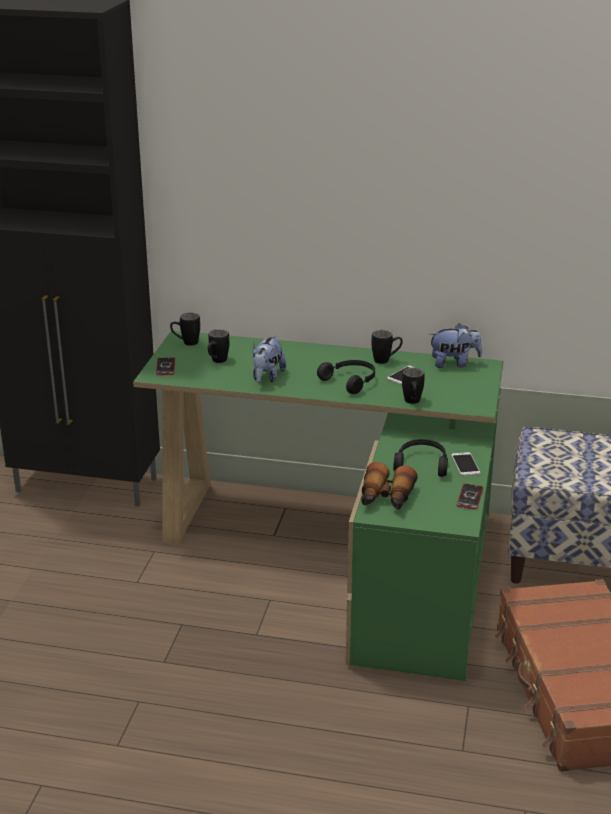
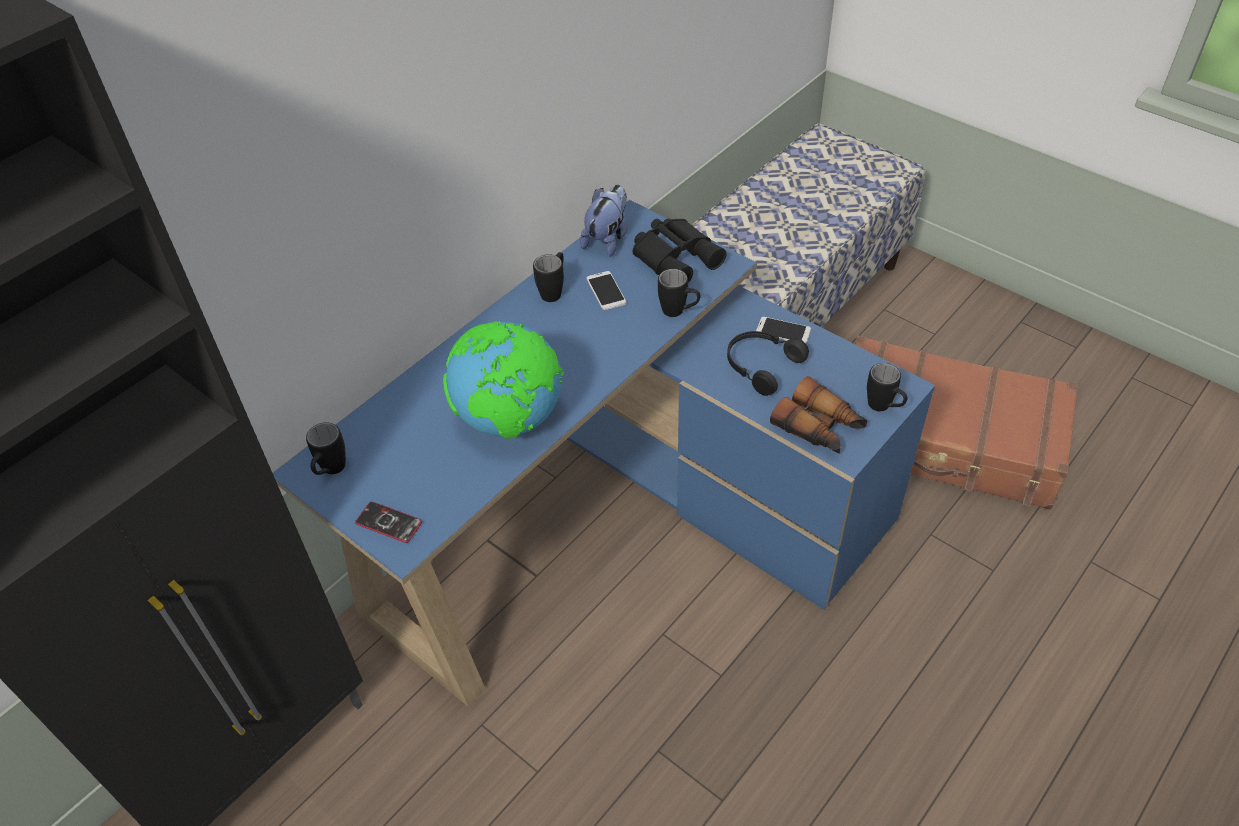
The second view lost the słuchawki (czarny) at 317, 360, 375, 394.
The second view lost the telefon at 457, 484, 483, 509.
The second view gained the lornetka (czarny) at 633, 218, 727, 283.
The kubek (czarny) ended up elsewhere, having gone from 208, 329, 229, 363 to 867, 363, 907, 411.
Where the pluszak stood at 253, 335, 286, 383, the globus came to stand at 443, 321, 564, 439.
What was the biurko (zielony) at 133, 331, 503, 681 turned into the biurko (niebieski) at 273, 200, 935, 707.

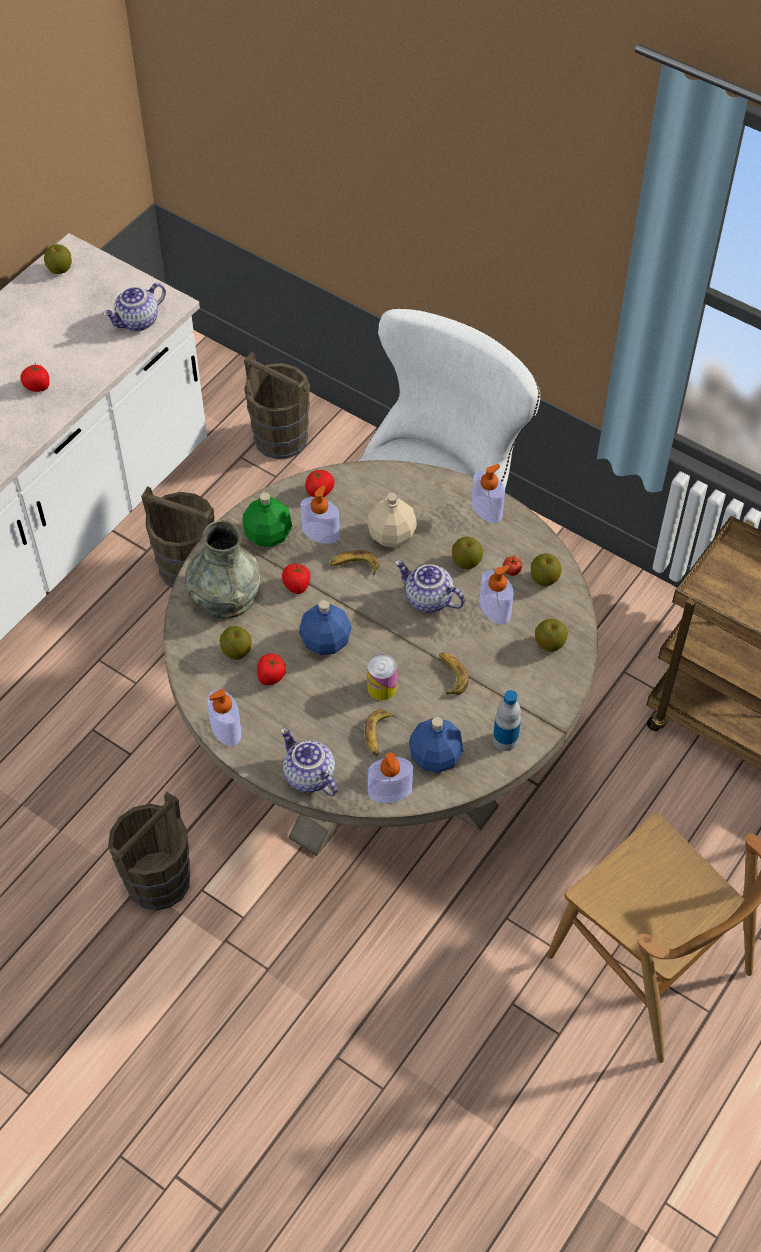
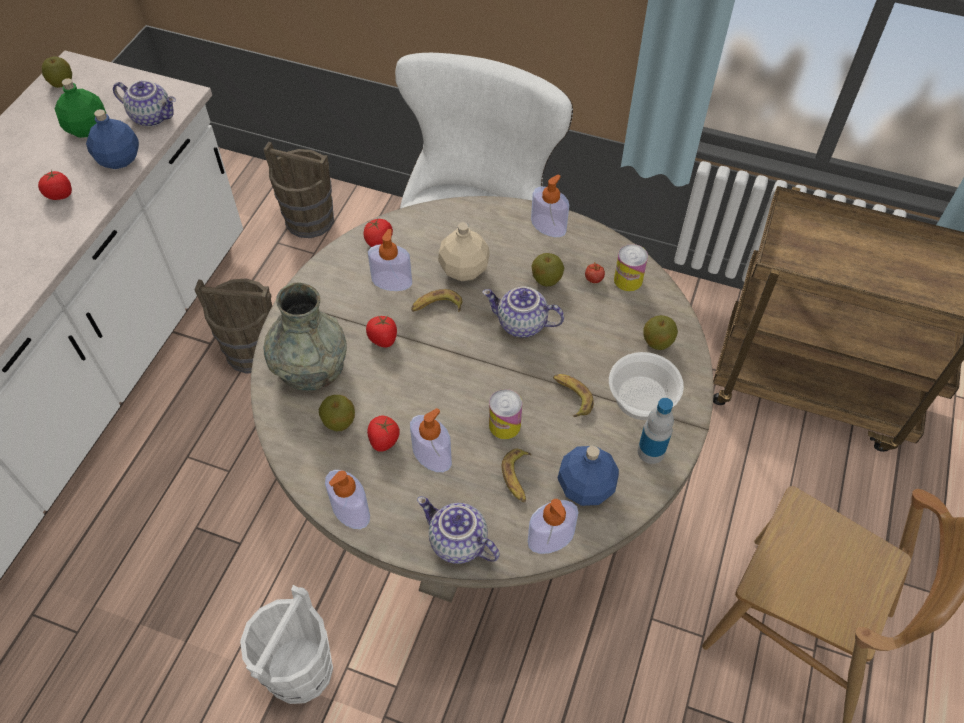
The second view gained the miska at 609, 352, 684, 420.
The butelka (zielony) ended up elsewhere, having gone from 242, 492, 292, 547 to 55, 78, 106, 138.
The butelka (niebieski) ended up elsewhere, having gone from 299, 600, 352, 655 to 86, 109, 139, 169.
The dozownik mydła ended up elsewhere, having gone from 479, 565, 514, 624 to 410, 408, 452, 472.
Where the jabłko stood at 531, 553, 562, 587, the puszka came to stand at 614, 244, 648, 291.
What was the wiadro (brązowy) at 108, 792, 190, 911 turned into the wiadro (biały) at 240, 585, 333, 704.
The imbryk at 103, 283, 166, 331 ended up facing another way, 105 degrees counterclockwise from before.

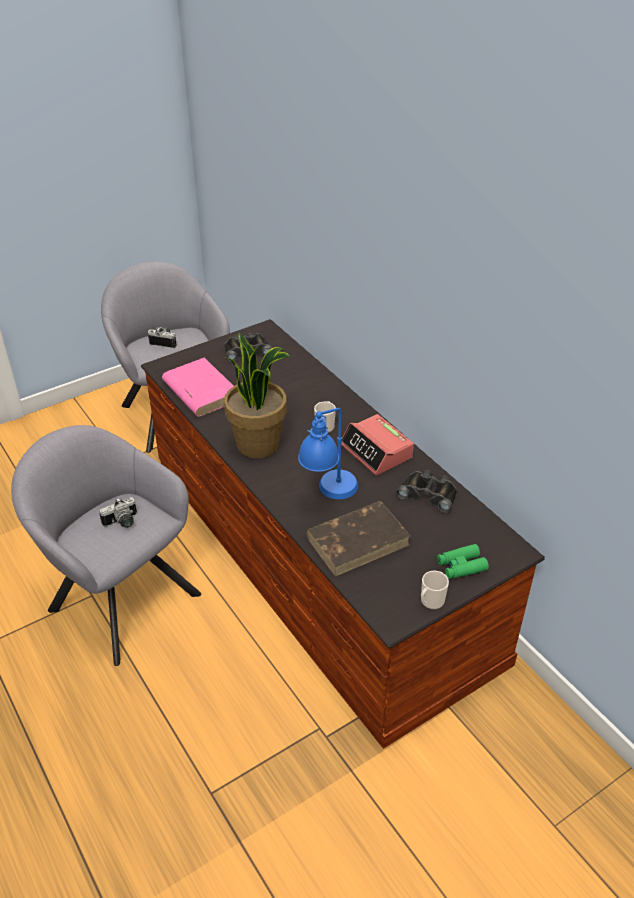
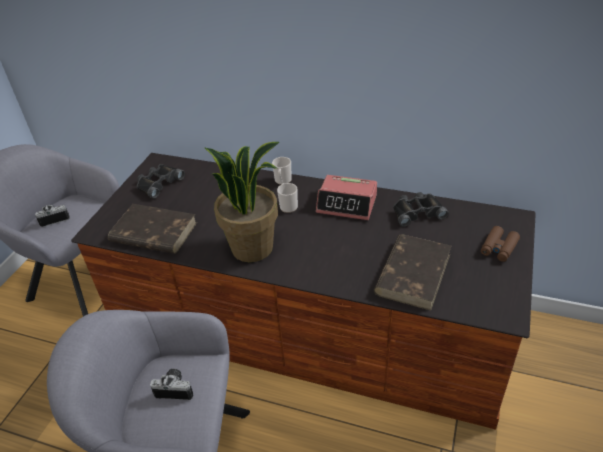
The second view lost the lampa stołowa (niebieski) at 298, 408, 358, 499.
The kubek ended up elsewhere, having gone from 421, 570, 449, 609 to 272, 157, 292, 185.
What was the książka (różowy) at 162, 357, 233, 417 turned into the książka (brązowy) at 108, 204, 197, 254.
What was the lornetka (zielony) at 437, 544, 489, 579 turned into the lornetka (brązowy) at 481, 226, 520, 262.
The aparat fotograficzny at 99, 497, 137, 528 ended up facing another way, 105 degrees counterclockwise from before.

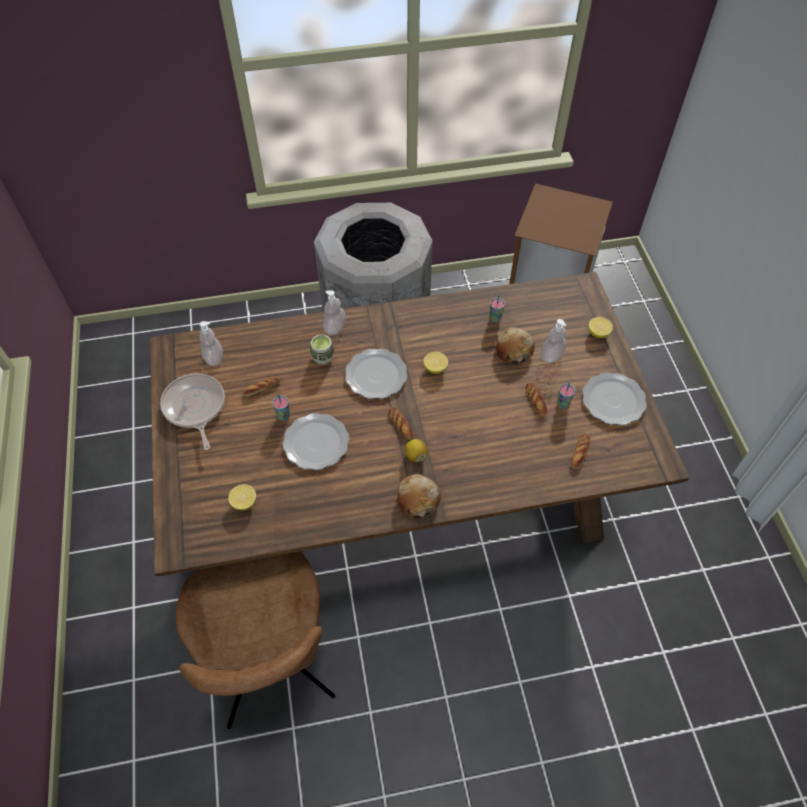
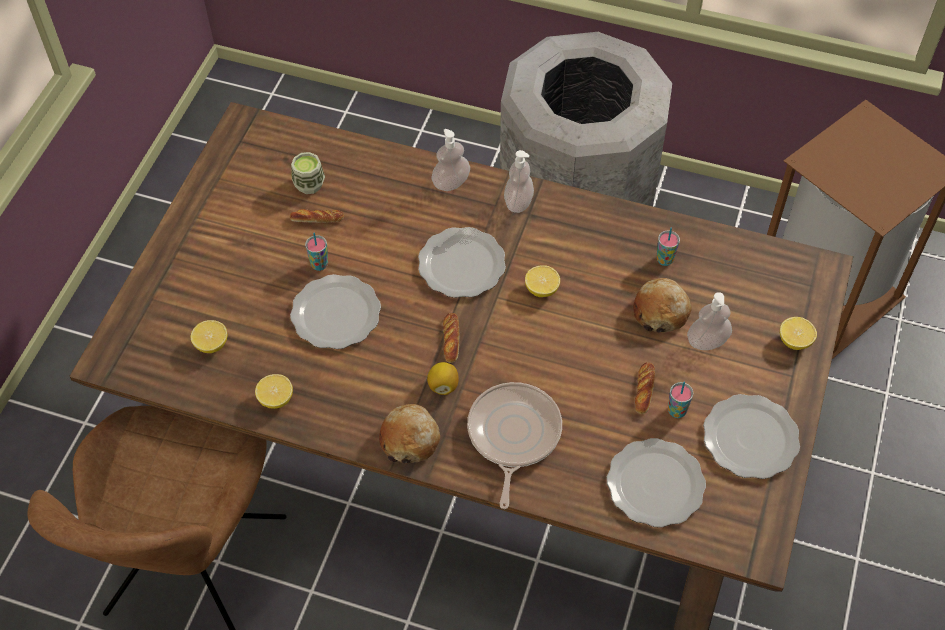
The second view gained the cytryna at 255, 374, 293, 409.
The patelnia ended up elsewhere, having gone from 160, 373, 225, 450 to 467, 382, 562, 509.
The dozownik mydła ended up elsewhere, having gone from 200, 321, 223, 366 to 504, 150, 534, 213.
The filiżanka ended up elsewhere, having gone from 310, 335, 335, 365 to 291, 152, 325, 194.
Where the chleb stood at 571, 434, 590, 469, the talerz came to stand at 607, 438, 706, 528.

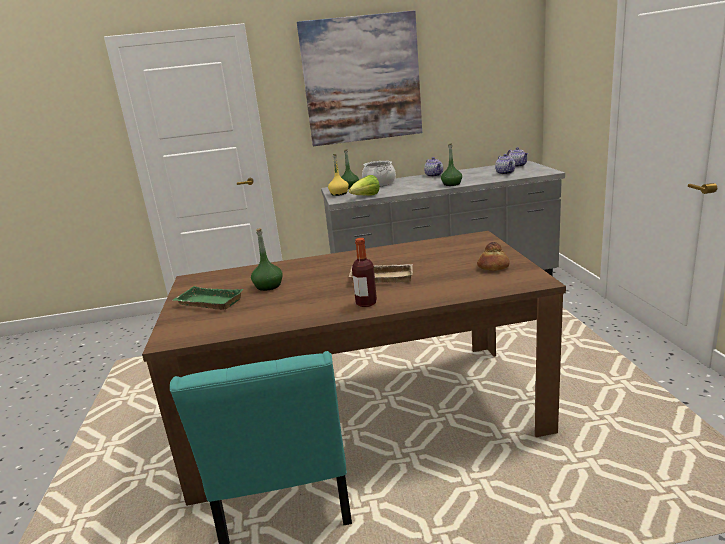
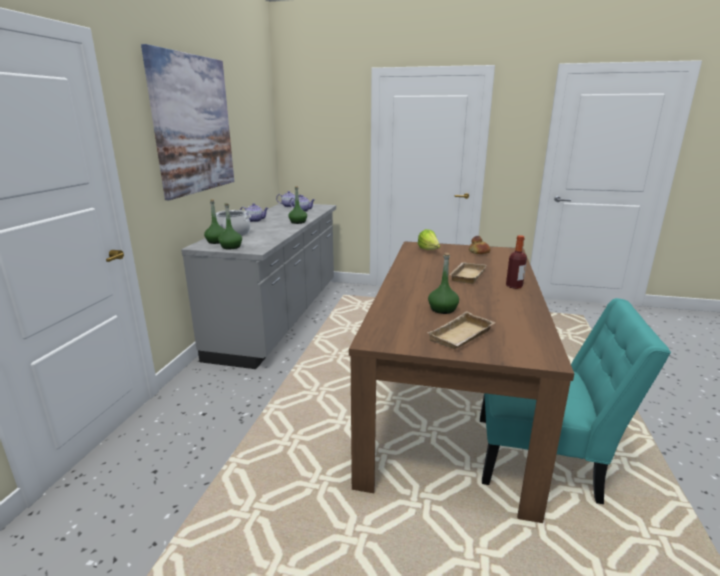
The sałata ended up elsewhere, having gone from 349, 175, 380, 196 to 417, 229, 441, 250.
What was the taca (zielony) at 173, 286, 243, 310 turned into the taca (beżowy) at 428, 311, 495, 349.
What was the butelka (żółty) at 328, 154, 349, 196 turned into the butelka (zielony) at 218, 204, 242, 249.

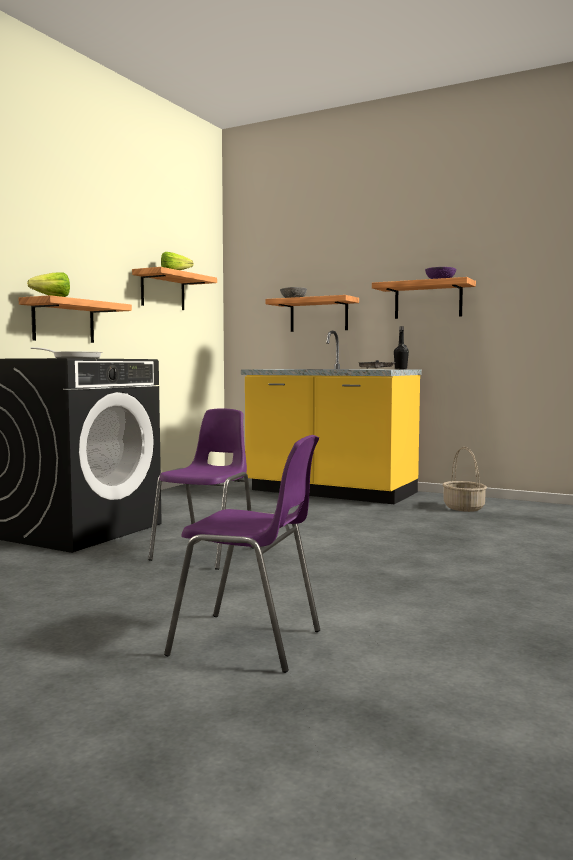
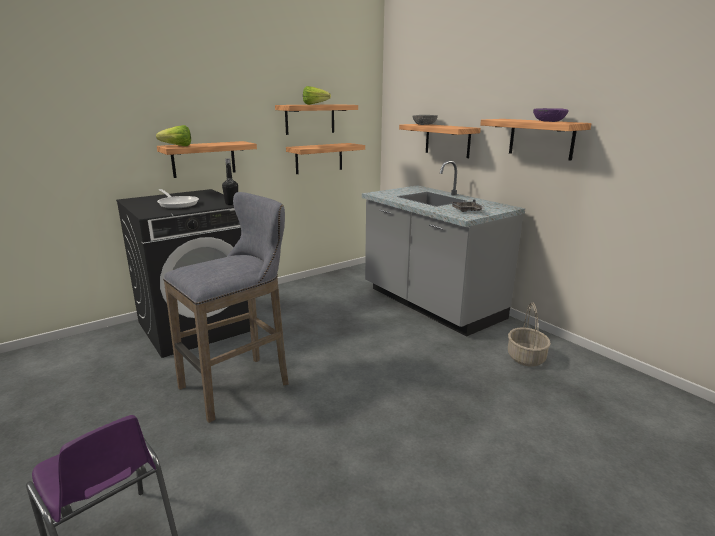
The second view gained the półka at 286, 143, 365, 174.
The butelka (czarny) ended up elsewhere, having gone from 394, 326, 409, 369 to 222, 159, 238, 205.
Where the krzesło (fioletowy) stood at 148, 408, 253, 570, the stołek (szary) came to stand at 163, 192, 289, 423.
What was the zabudowa kuchenna (żółty) at 241, 331, 422, 504 turned into the zabudowa kuchenna (szary) at 362, 160, 525, 337.

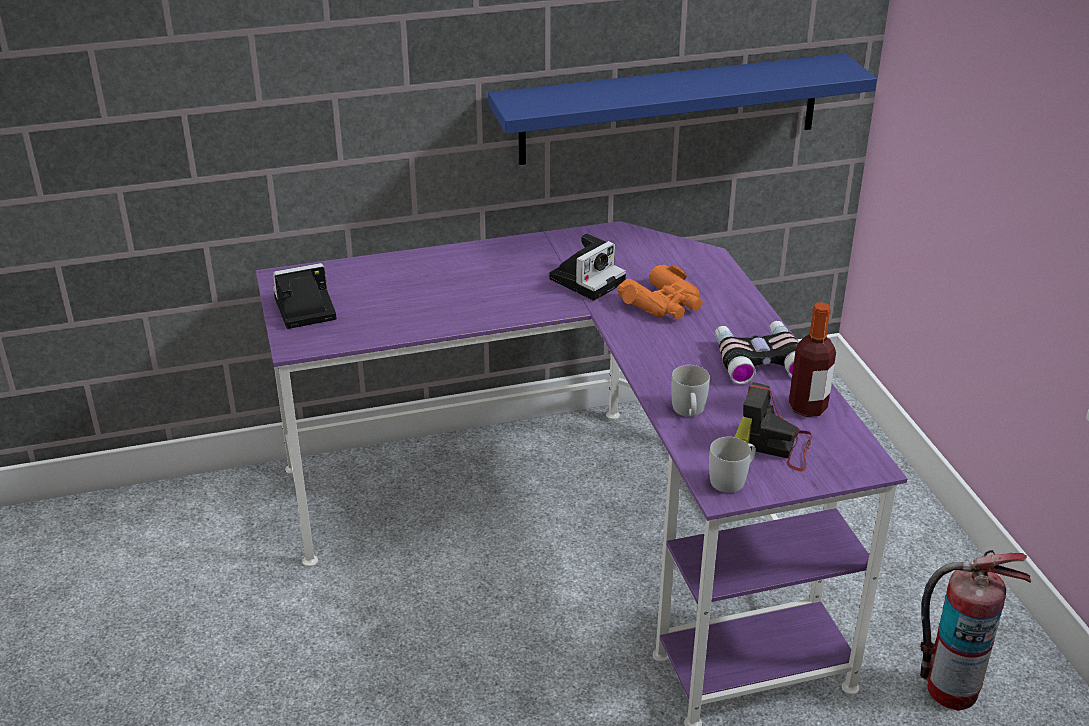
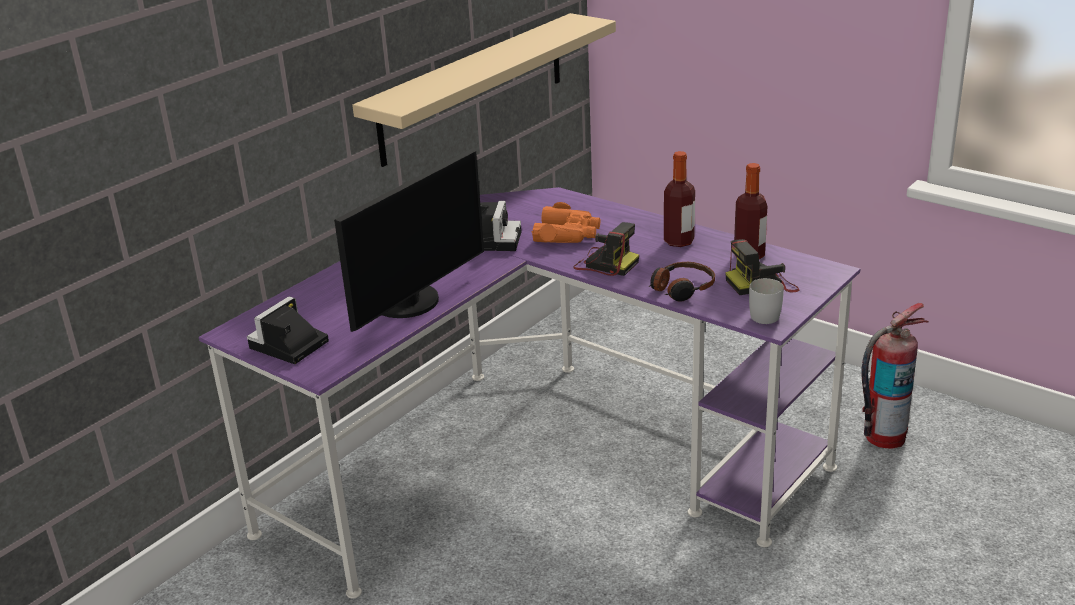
The second view gained the monitor at 334, 148, 484, 332.
The second view gained the aparat fotograficzny at 573, 222, 639, 276.
Where the kubek (biały) stood at 671, 365, 710, 417, the słuchawki came to stand at 649, 262, 715, 302.
Where the lornetka stood at 715, 321, 799, 385, the butelka came to stand at 664, 151, 695, 247.
What was the półka (niebieski) at 488, 53, 877, 165 turned into the półka (beżowy) at 352, 13, 616, 167.

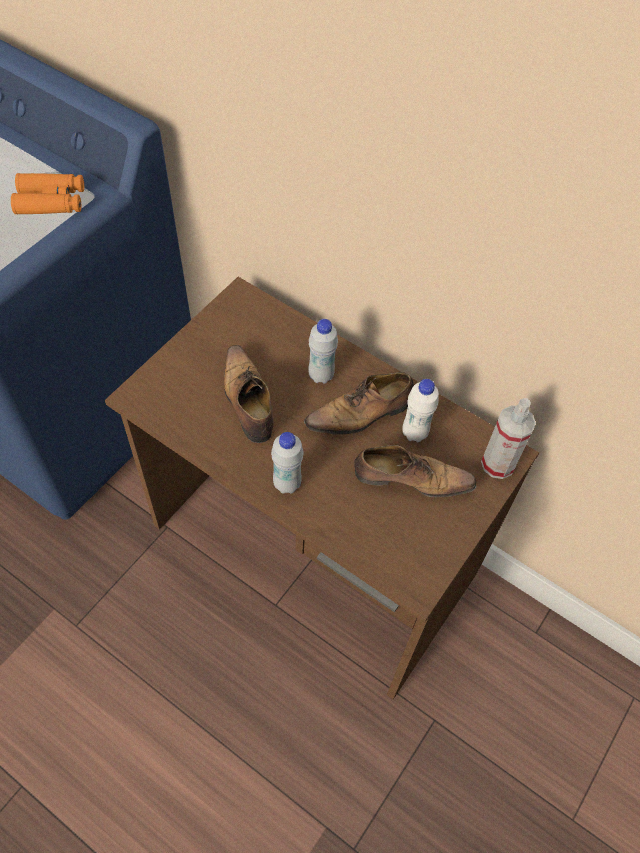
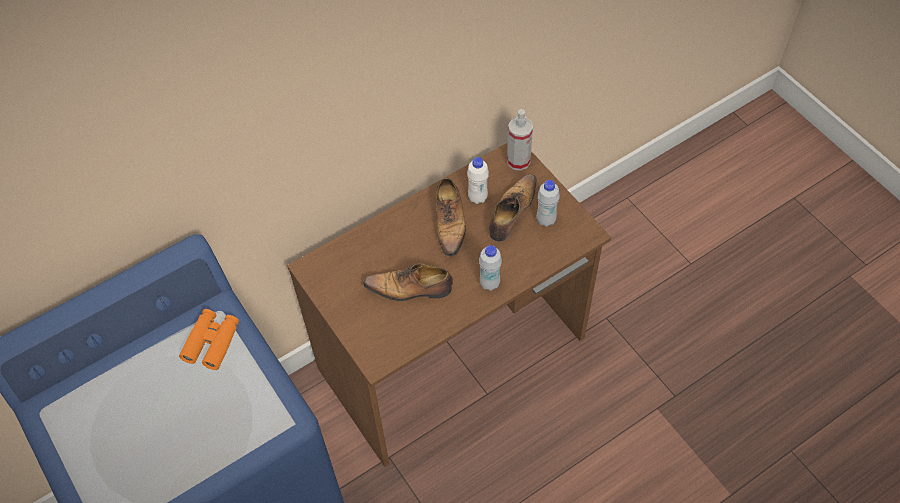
The butelka (biały) ended up elsewhere, having gone from 308, 319, 338, 384 to 537, 180, 560, 227.

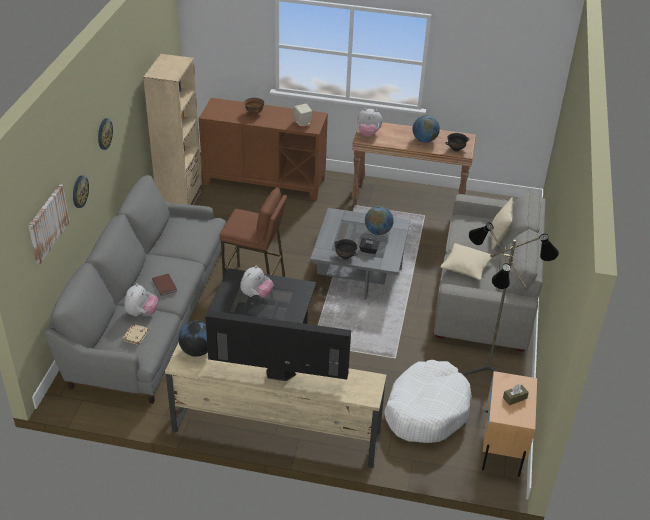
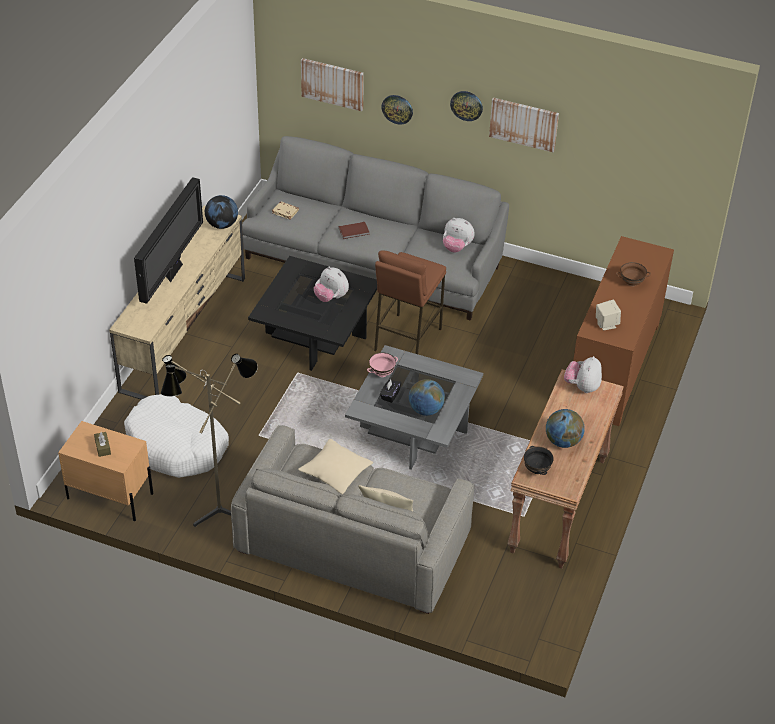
The second view lost the regał (beżowy) at 143, 54, 203, 205.
The second view gained the obraz at 489, 98, 559, 153.
The pluszak ended up elsewhere, having gone from 124, 283, 158, 316 to 443, 218, 474, 253.
What was the miska (czarny) at 335, 239, 357, 260 turned into the miska (różowy) at 367, 352, 398, 377.

